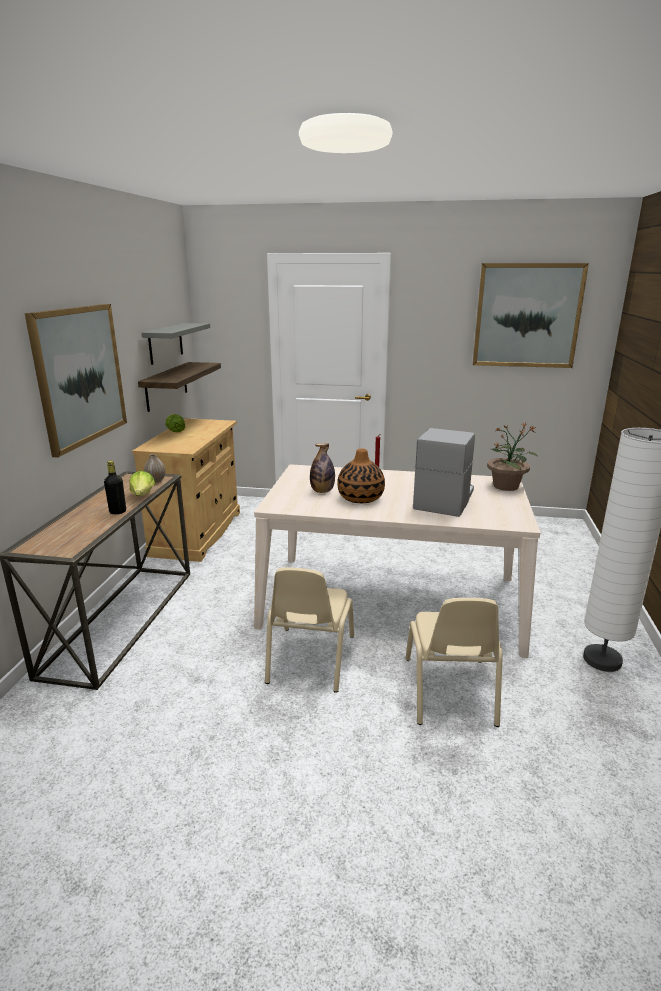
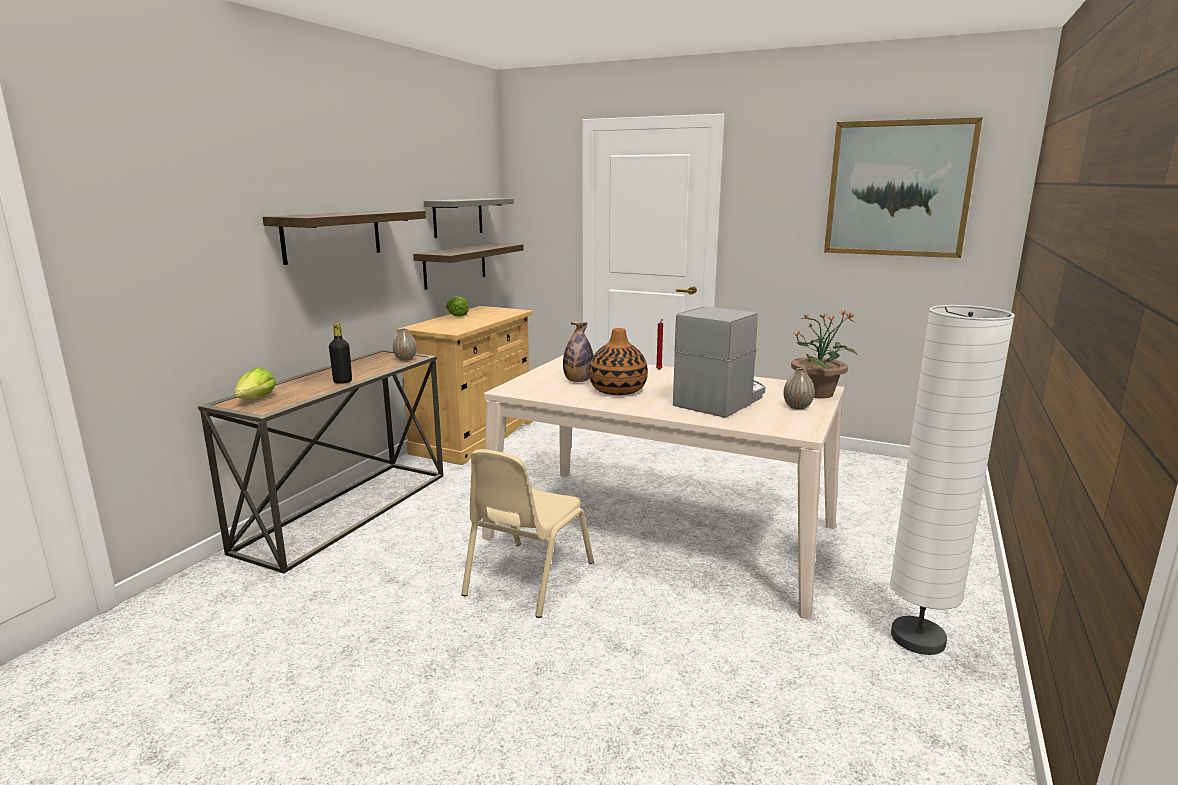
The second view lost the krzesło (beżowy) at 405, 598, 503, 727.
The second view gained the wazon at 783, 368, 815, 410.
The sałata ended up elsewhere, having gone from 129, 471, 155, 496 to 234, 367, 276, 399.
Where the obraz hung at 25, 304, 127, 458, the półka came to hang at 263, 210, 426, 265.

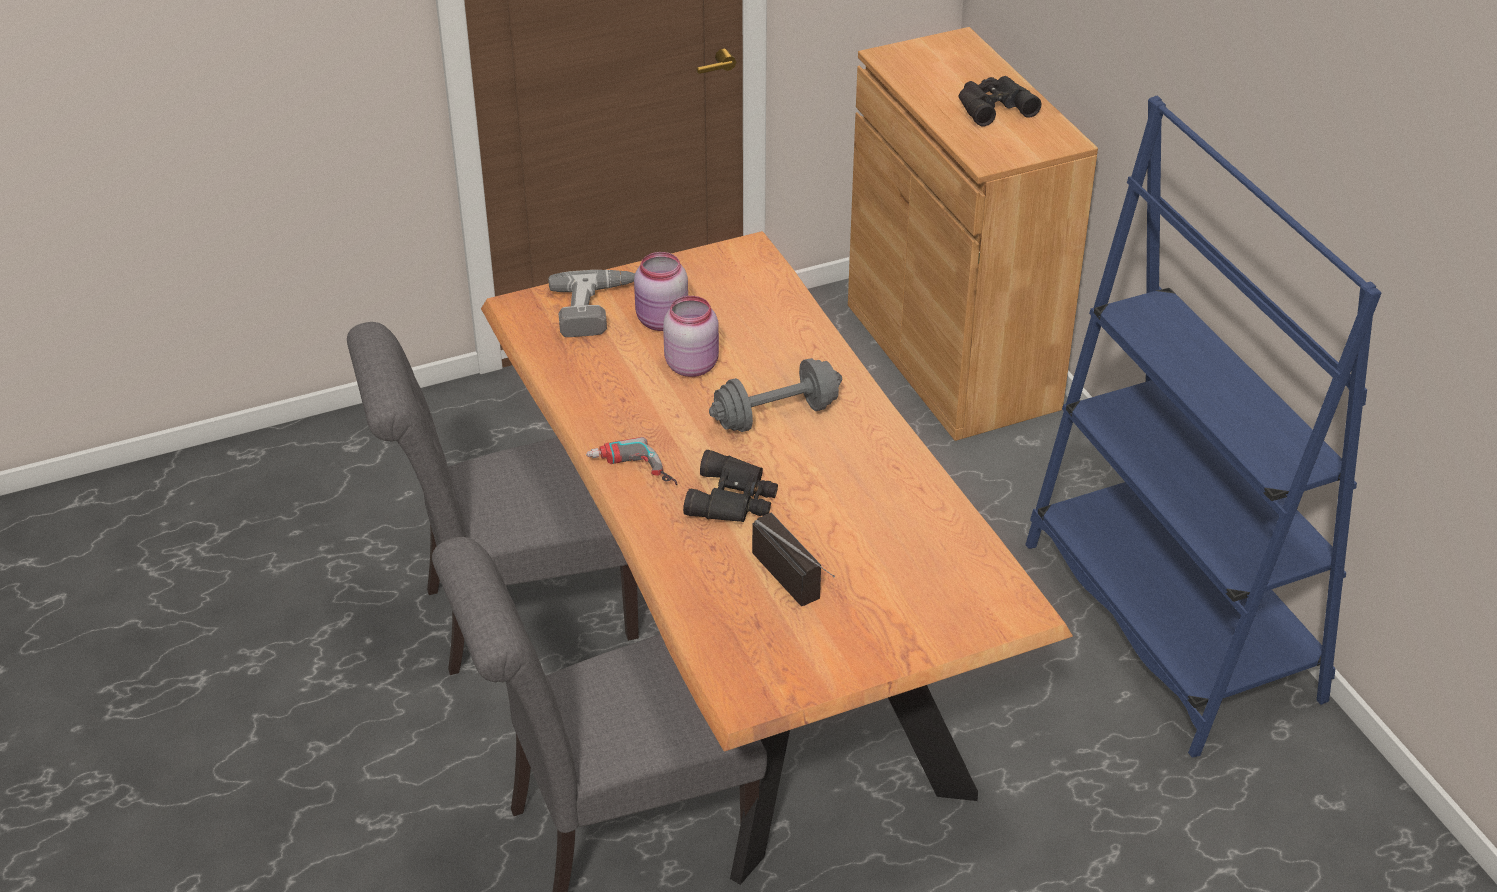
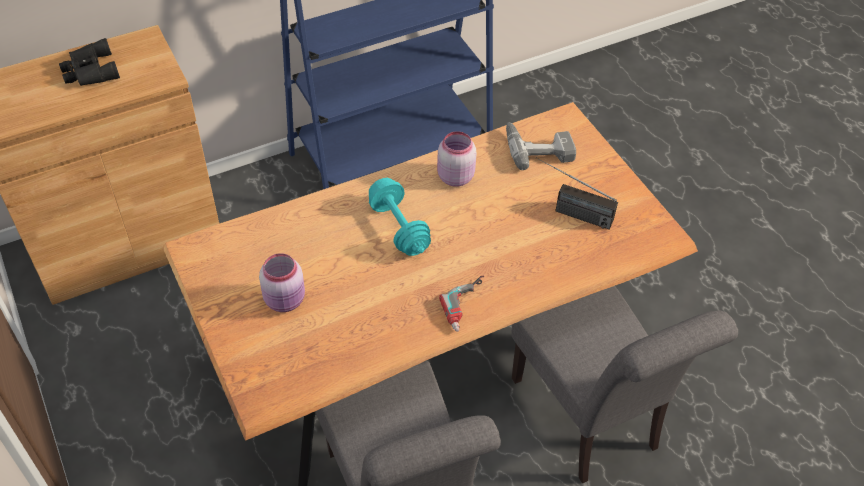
The second view lost the lornetka (czarny) at 683, 450, 778, 522.
The wiertarka ended up elsewhere, having gone from 548, 270, 635, 337 to 506, 122, 576, 170.
The słoik (różowy) ended up elsewhere, having gone from 663, 296, 719, 377 to 437, 131, 477, 187.
What was the hantel (szary) at 709, 358, 842, 432 turned into the hantel (turkusowy) at 369, 178, 431, 256.
The radio at 752, 513, 835, 606 ended up facing another way, 120 degrees counterclockwise from before.

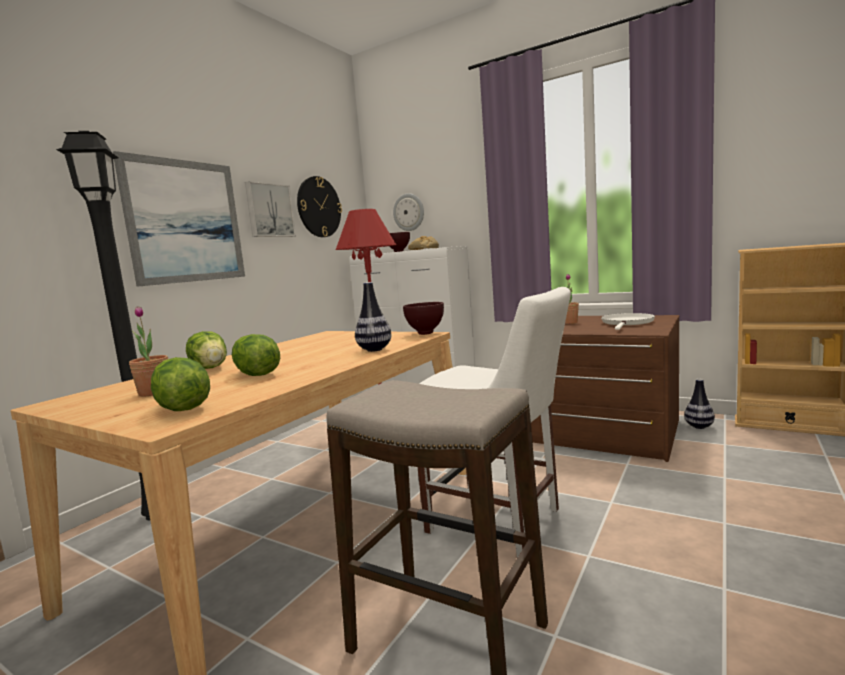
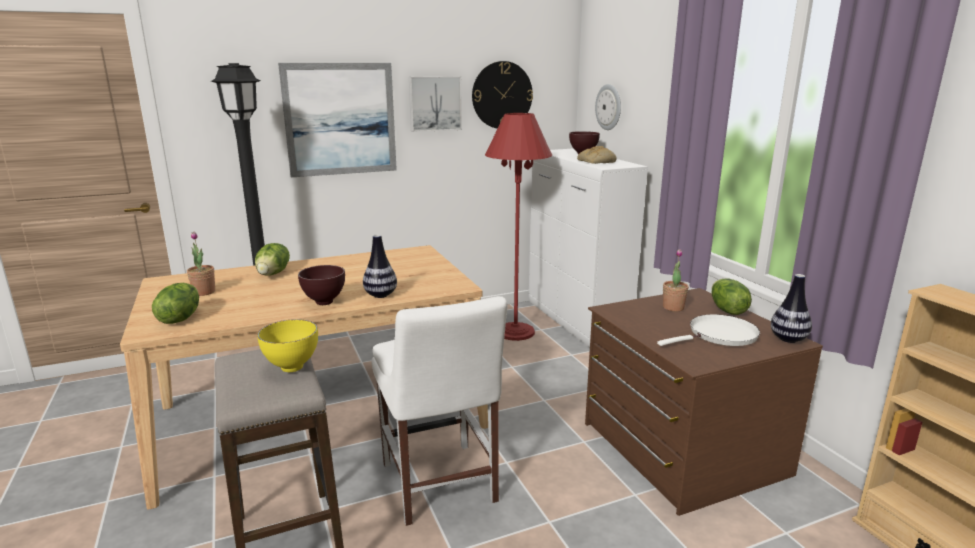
The second view gained the miska (żółty) at 257, 319, 318, 372.
The sałata ended up elsewhere, having gone from 232, 334, 280, 376 to 711, 278, 752, 315.
The miska (brązowy) ended up elsewhere, having gone from 403, 302, 444, 335 to 298, 265, 345, 305.
The wazon ended up elsewhere, having gone from 684, 379, 715, 429 to 771, 274, 812, 343.

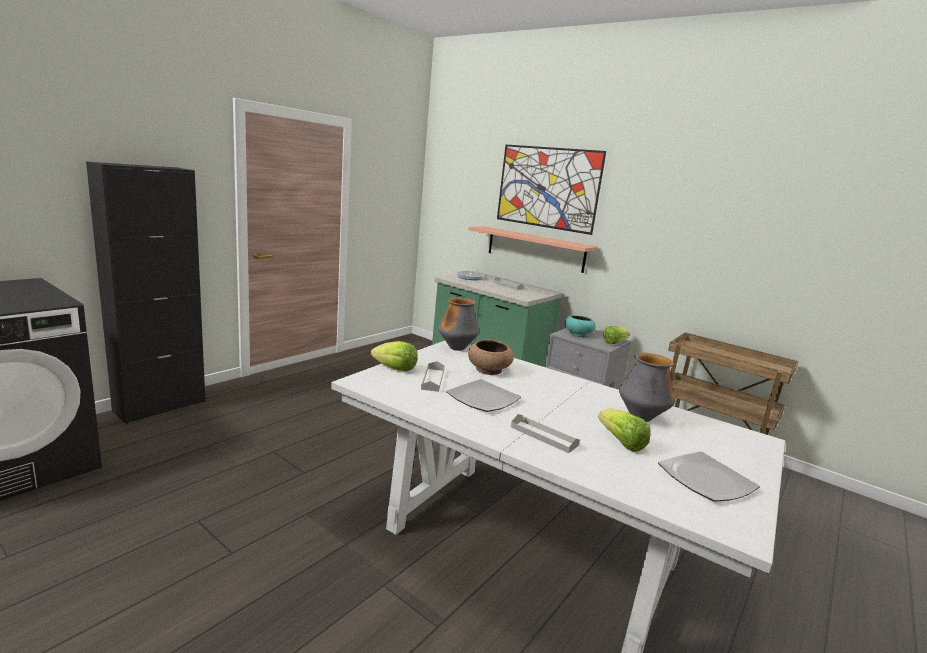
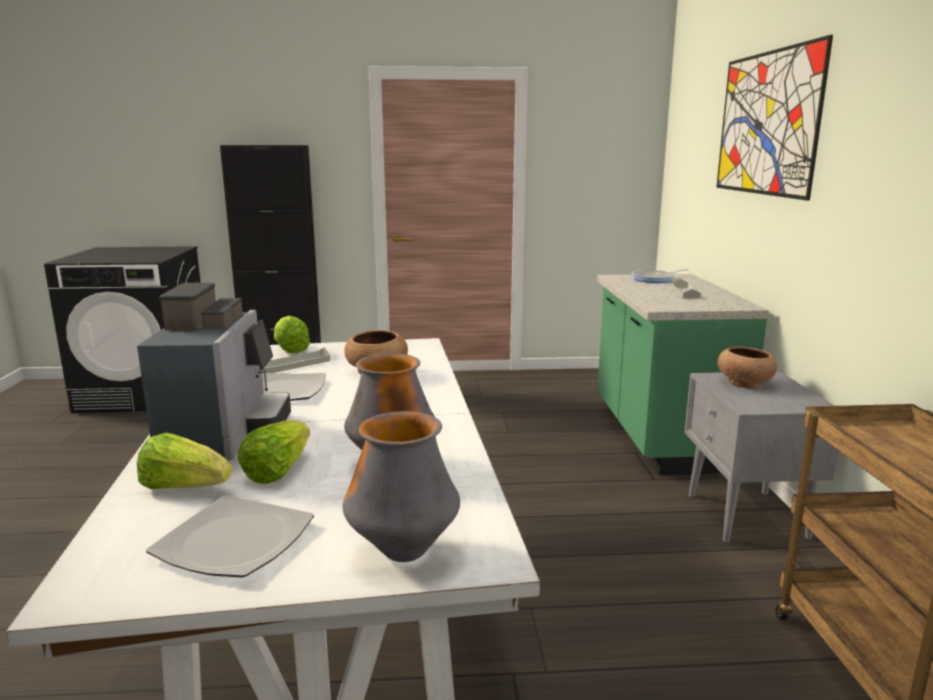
The second view lost the półka at 468, 226, 598, 273.
The wazon ended up elsewhere, having gone from 438, 297, 480, 351 to 343, 411, 460, 562.
The sałata ended up elsewhere, having gone from 603, 326, 630, 344 to 137, 432, 232, 489.
Where the taca (szary) stood at 511, 414, 580, 453, the ekspres do kawy came to stand at 137, 283, 291, 461.
What was the miska (turkusowy) at 565, 315, 596, 337 turned into the miska (brązowy) at 717, 346, 777, 388.

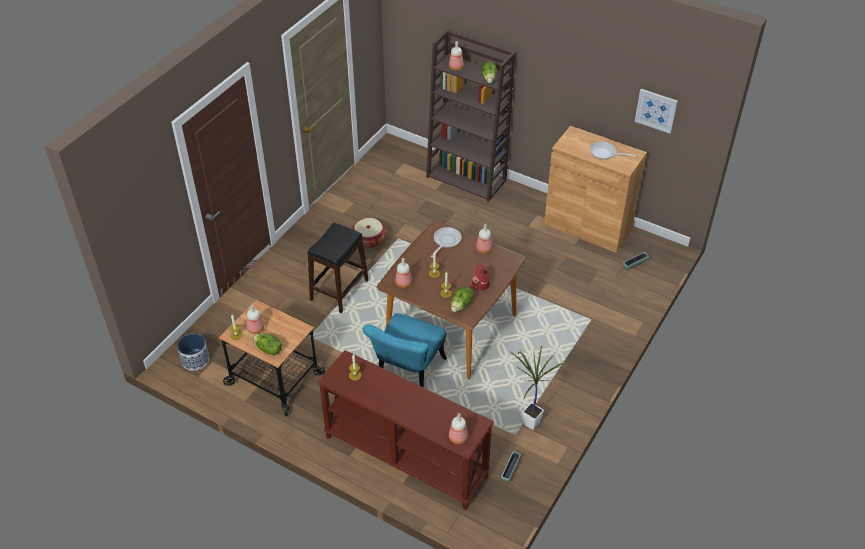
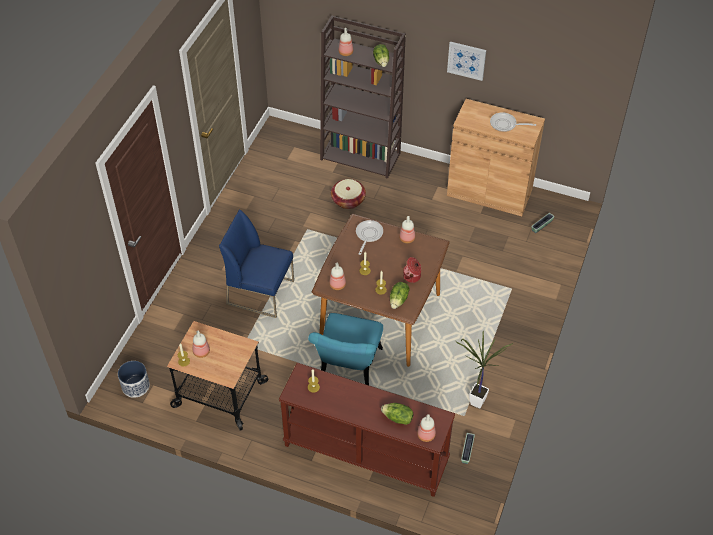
The sałata ended up elsewhere, having gone from 253, 333, 282, 355 to 381, 403, 413, 425.
The koszyk ended up elsewhere, having gone from 352, 218, 387, 248 to 331, 179, 366, 209.
The obraz ended up elsewhere, having gone from 635, 89, 678, 134 to 447, 42, 486, 81.
Where the stołek (czarny) stood at 308, 223, 369, 313, the krzesło (niebieski) came to stand at 219, 209, 294, 318.

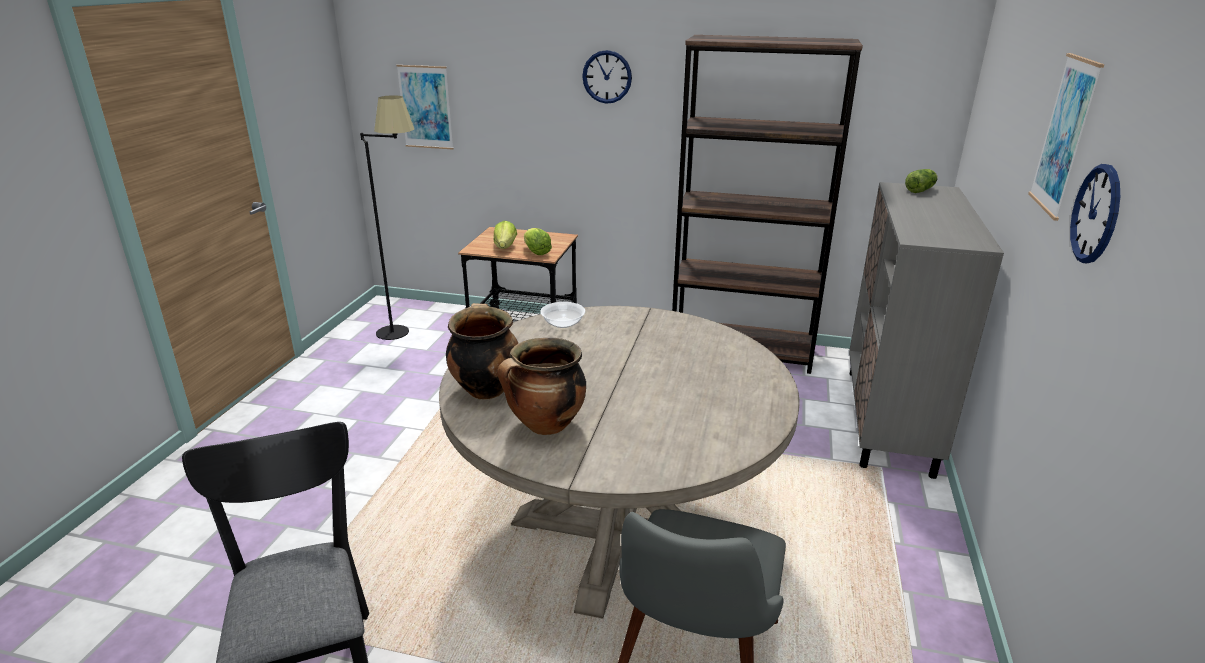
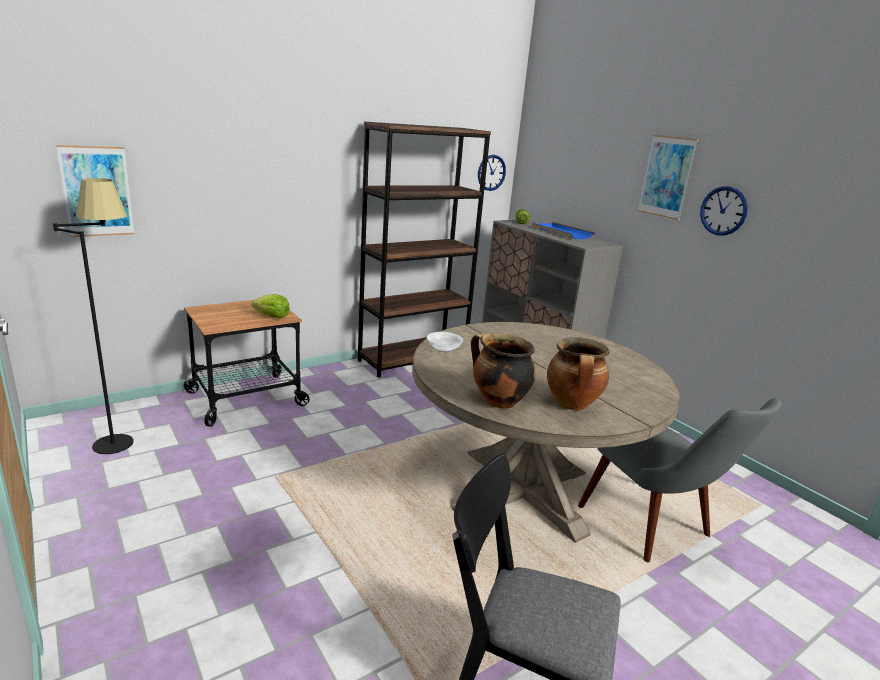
The second view lost the sałata at 493, 221, 517, 249.
The second view gained the taca (niebieski) at 532, 222, 596, 239.
The zegar ścienny ended up elsewhere, having gone from 582, 50, 632, 104 to 478, 155, 506, 191.

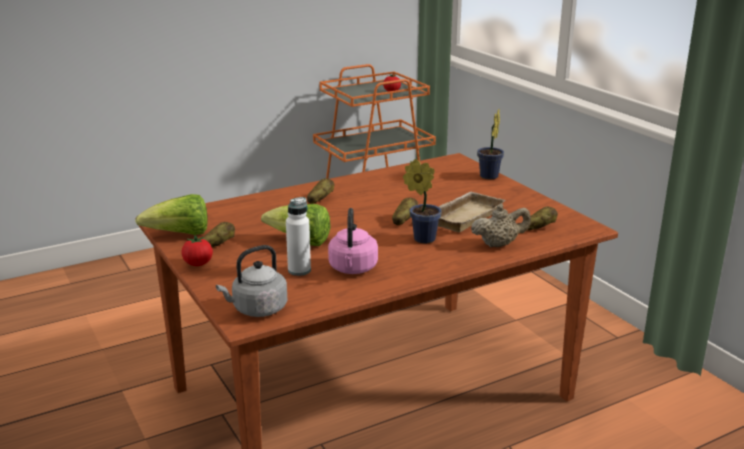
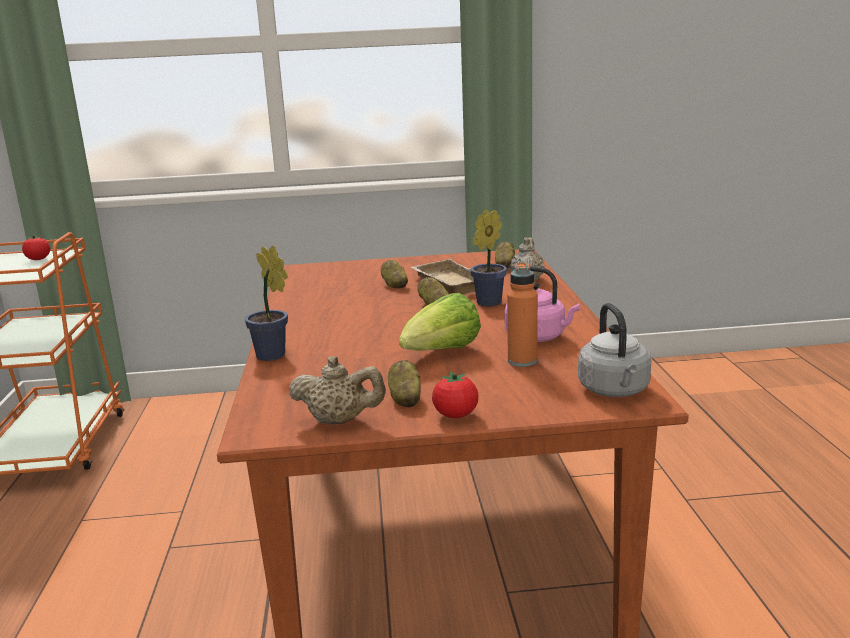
The ziemniak ended up elsewhere, having gone from 307, 178, 334, 204 to 381, 260, 408, 289.
The roślina doniczkowa ended up elsewhere, having gone from 477, 110, 504, 179 to 245, 245, 288, 361.
Where the sałata stood at 135, 194, 208, 235, the imbryk (beżowy) came to stand at 289, 356, 386, 425.
What was the butelka (biały) at 286, 197, 311, 276 turned into the butelka (pomarańczowy) at 507, 262, 538, 367.

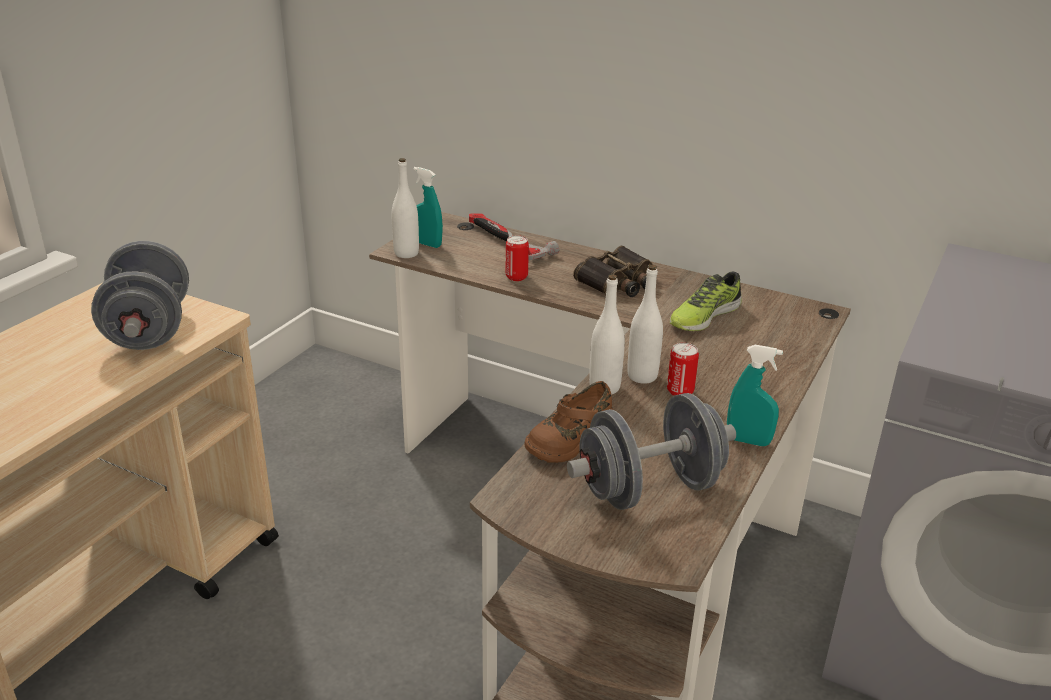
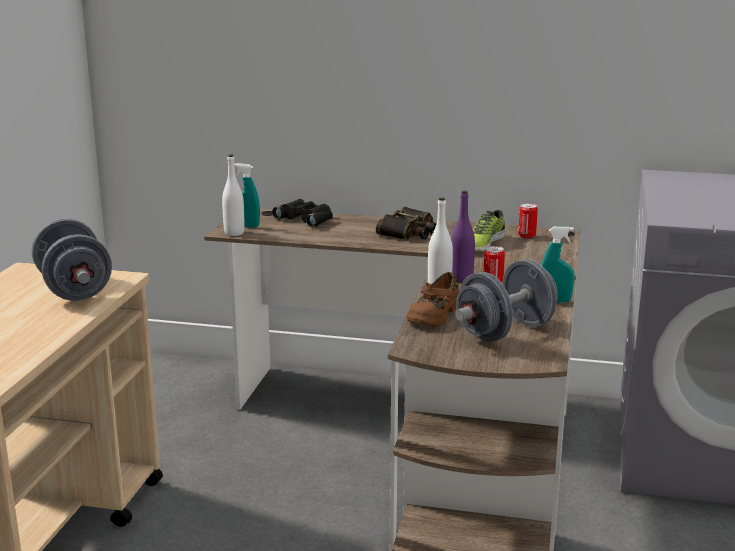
The puszka ended up elsewhere, having gone from 506, 235, 529, 281 to 518, 203, 538, 239.
Where the młotek stood at 469, 213, 559, 260, the lornetka (czarny) came to stand at 272, 199, 333, 227.
What was the butelka (biały) at 627, 265, 663, 384 turned into the butelka (fioletowy) at 451, 191, 475, 283.

